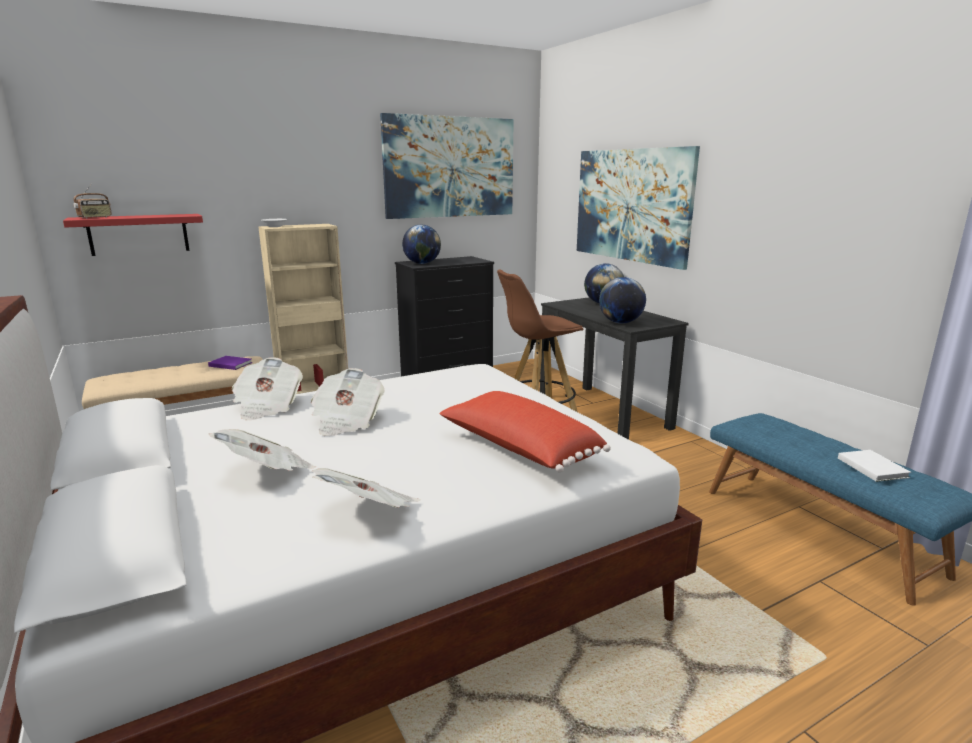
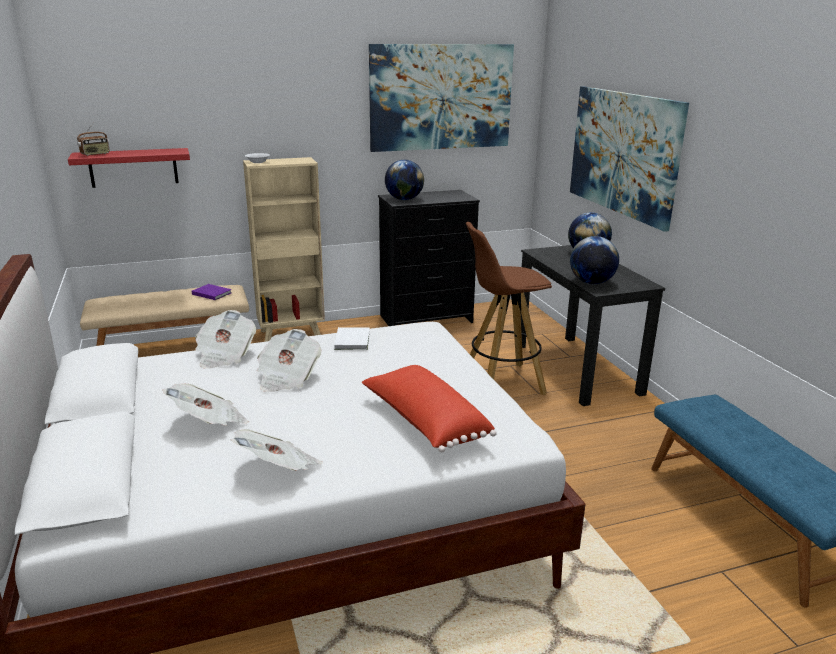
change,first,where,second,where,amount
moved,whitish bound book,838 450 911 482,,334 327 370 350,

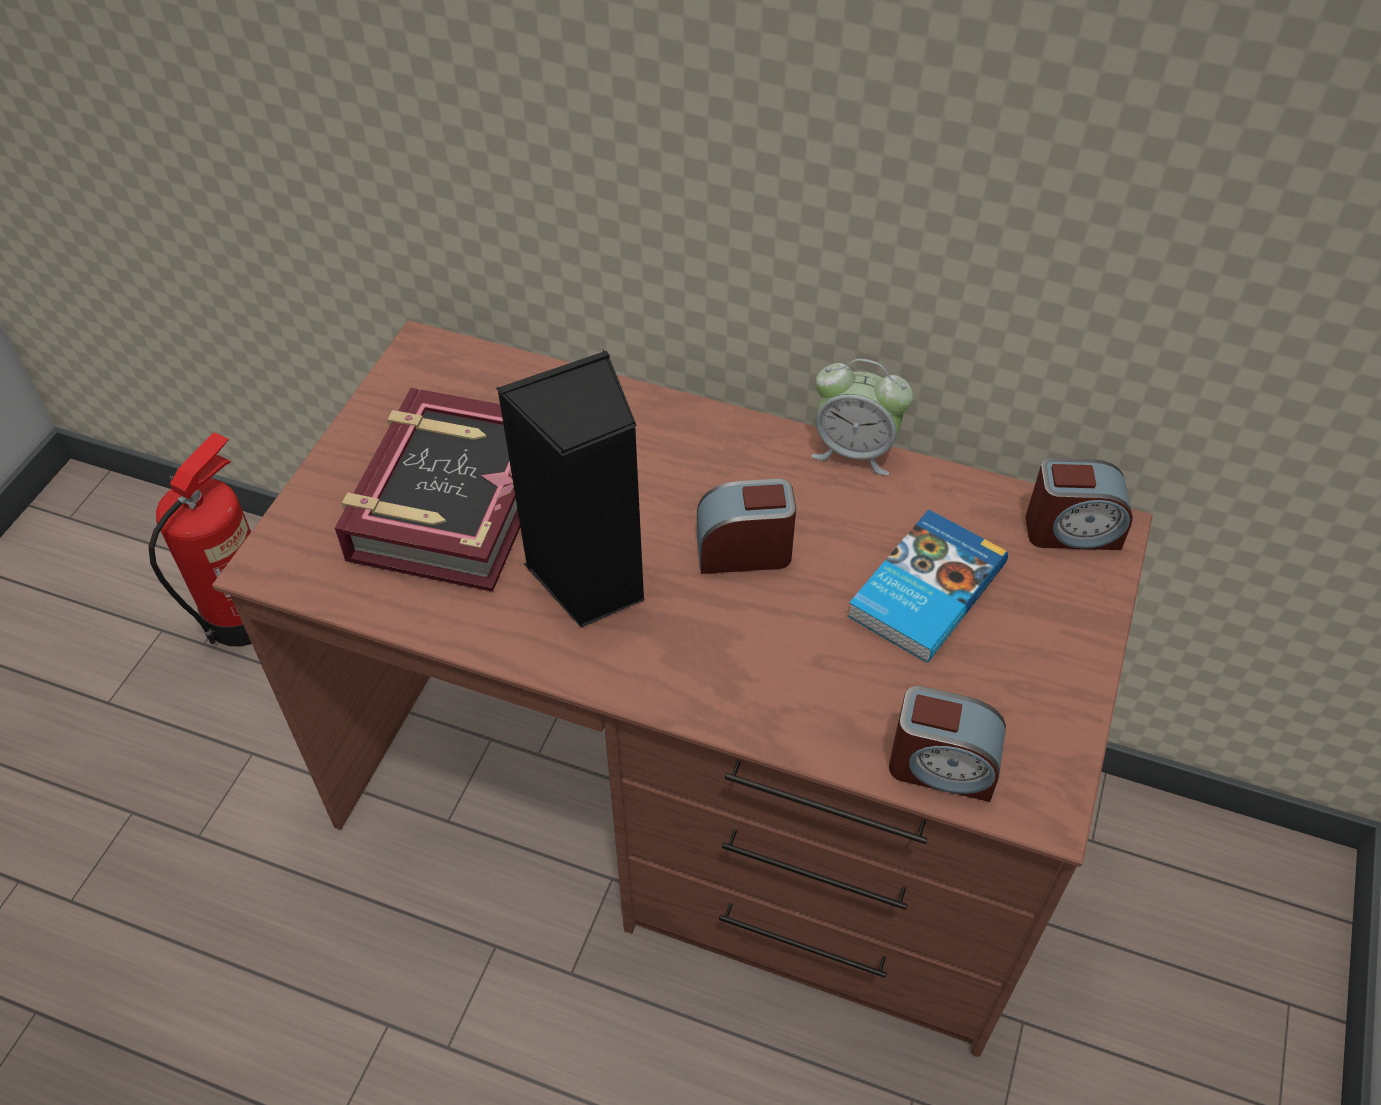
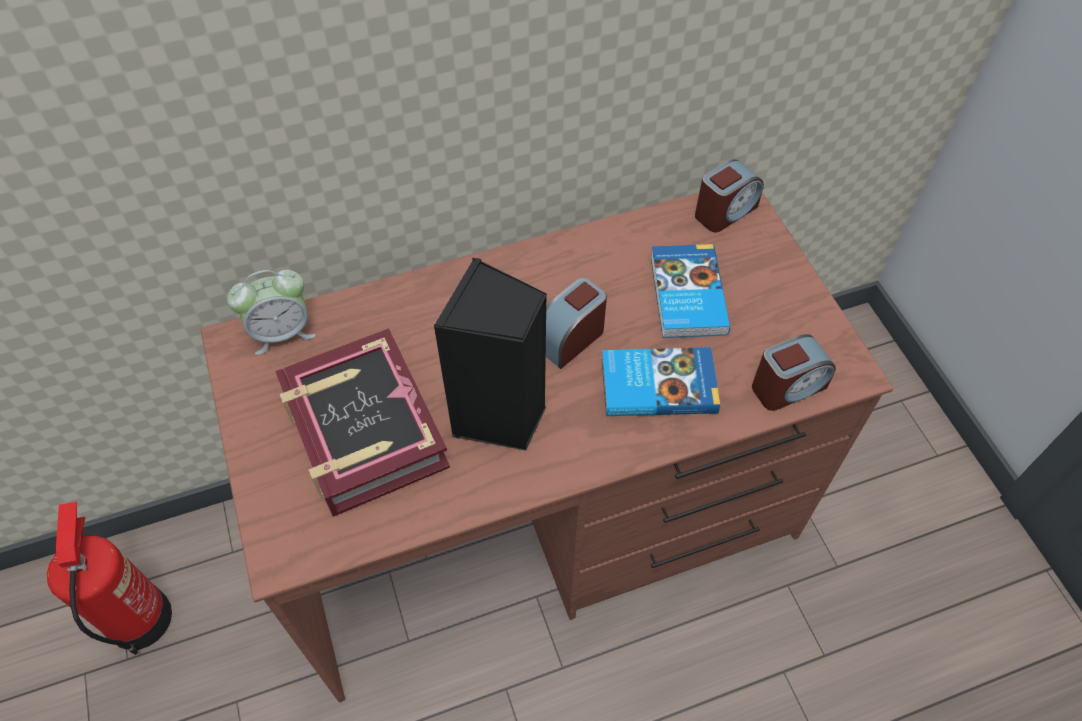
change,first,where,second,where,amount
moved,alarm clock,811 359 913 476,,227 270 316 355,
added,,,bound book,602 347 720 416,

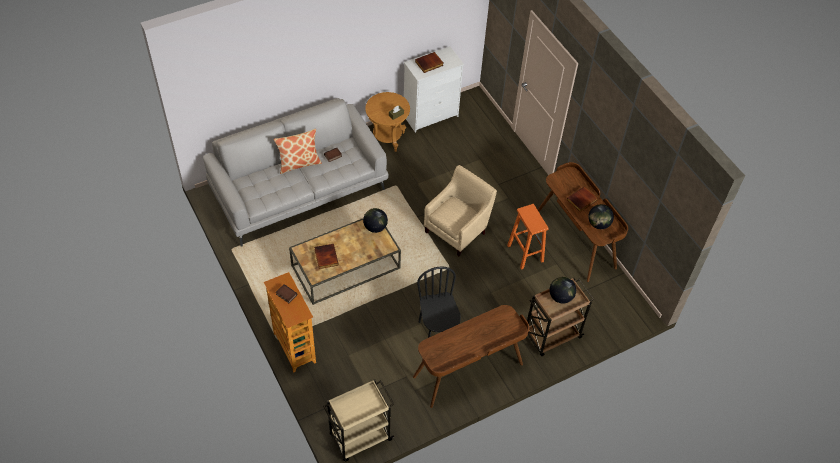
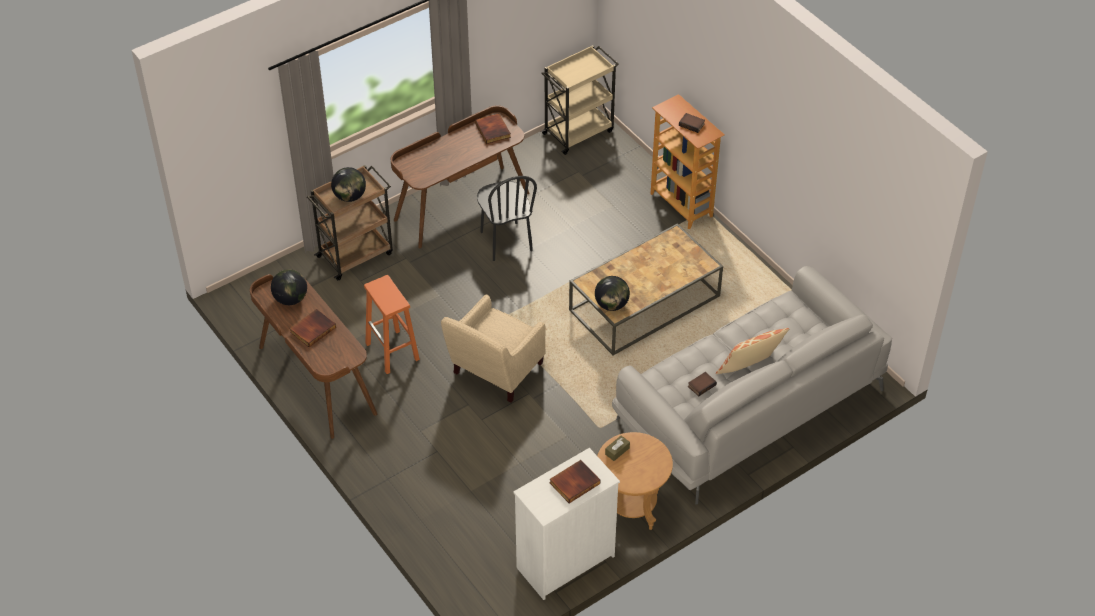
change,first,where,second,where,amount
moved,bound book,314 244 338 269,,475 113 511 144,

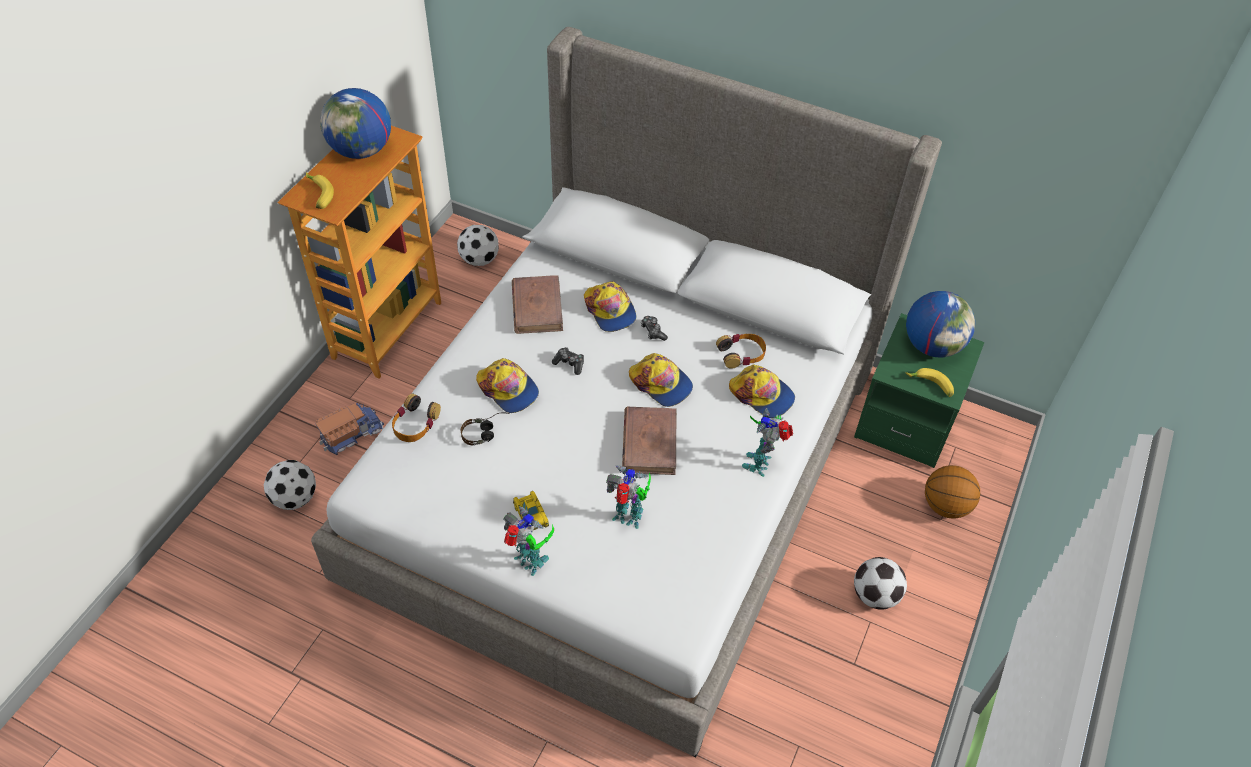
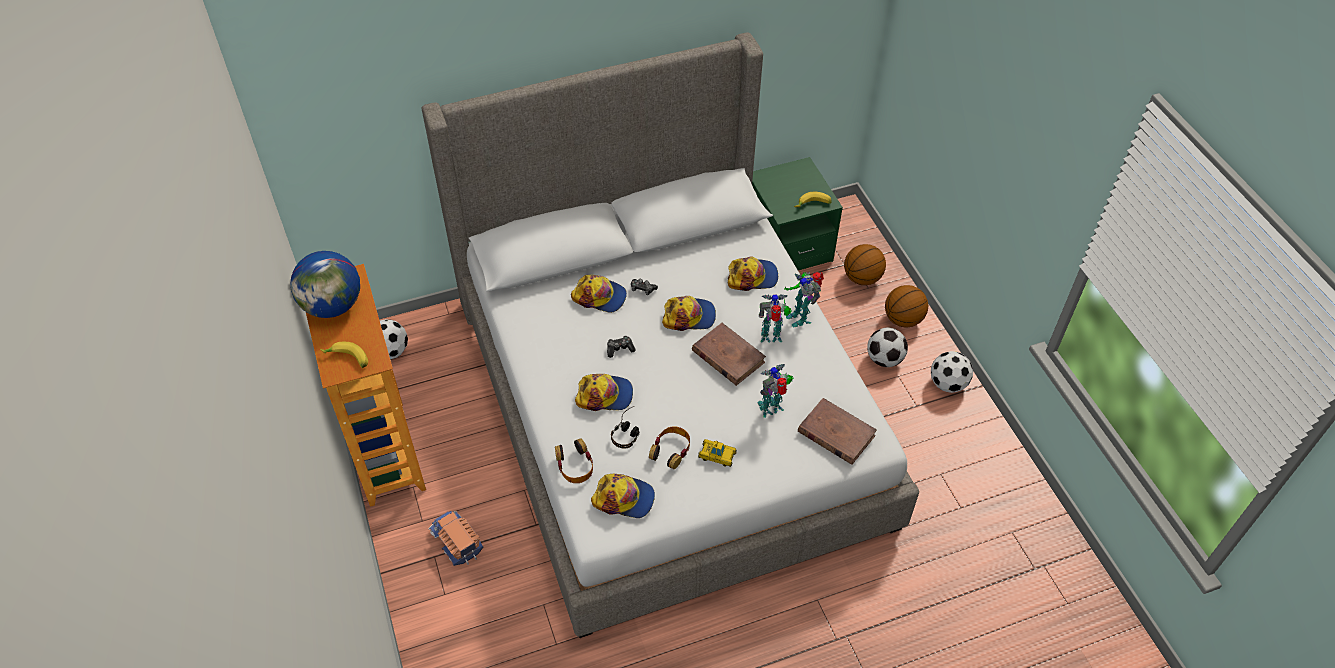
change,first,where,second,where,amount
turned,toy lorry,316 403 384 455,,428 511 483 566,45 degrees counterclockwise
added,,,baseball cap,591 474 655 518,
moved,pair of headphones,716 334 766 369,,649 426 690 469,
moved,robot figure,503 506 554 576,,759 294 792 342,
moved,brown-coloured bound book,512 275 563 334,,798 398 877 465,
added,,,ball for basketball,885 285 928 327,
moved,football,264 460 316 510,,931 351 973 393,
removed,globe,906 291 975 357,,,

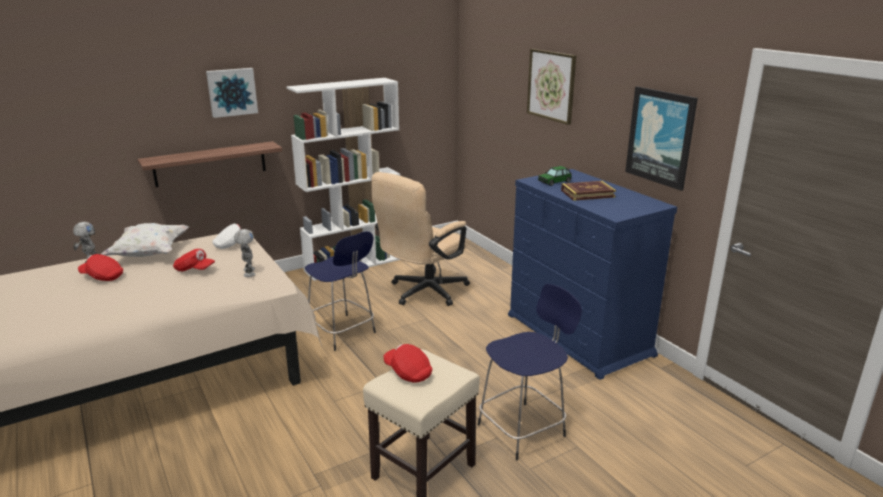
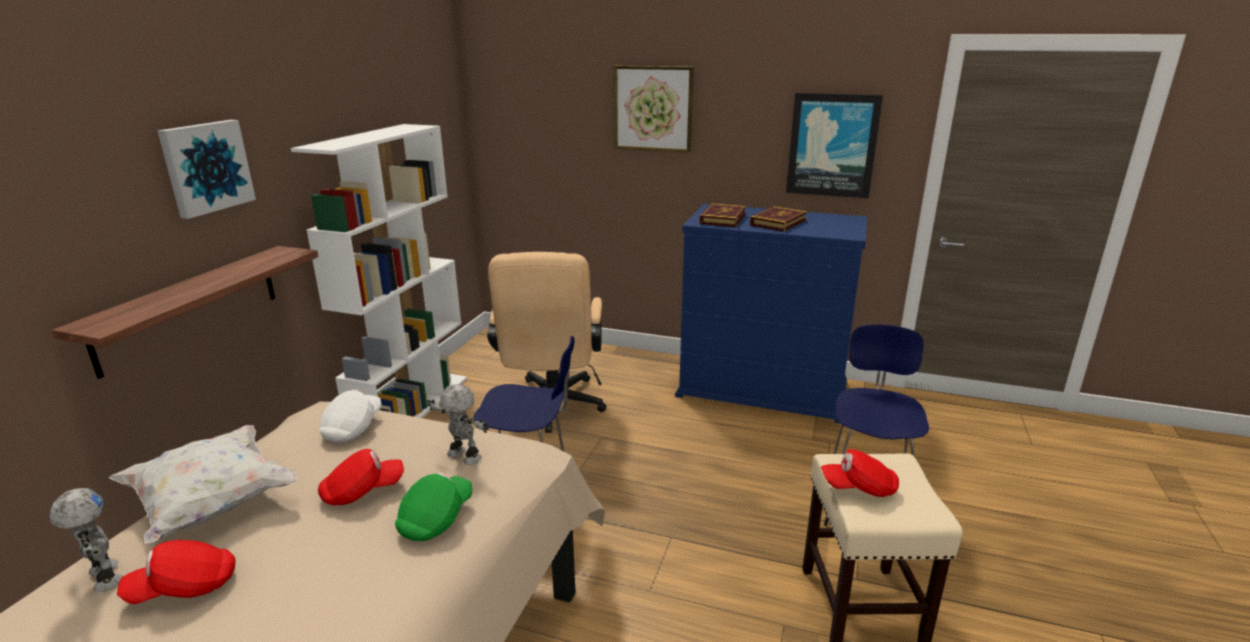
change,first,where,second,where,amount
added,,,greenish baseball cap,395 473 472 541,
replaced,toy car,538 166 572 186,bound book,699 203 746 227,

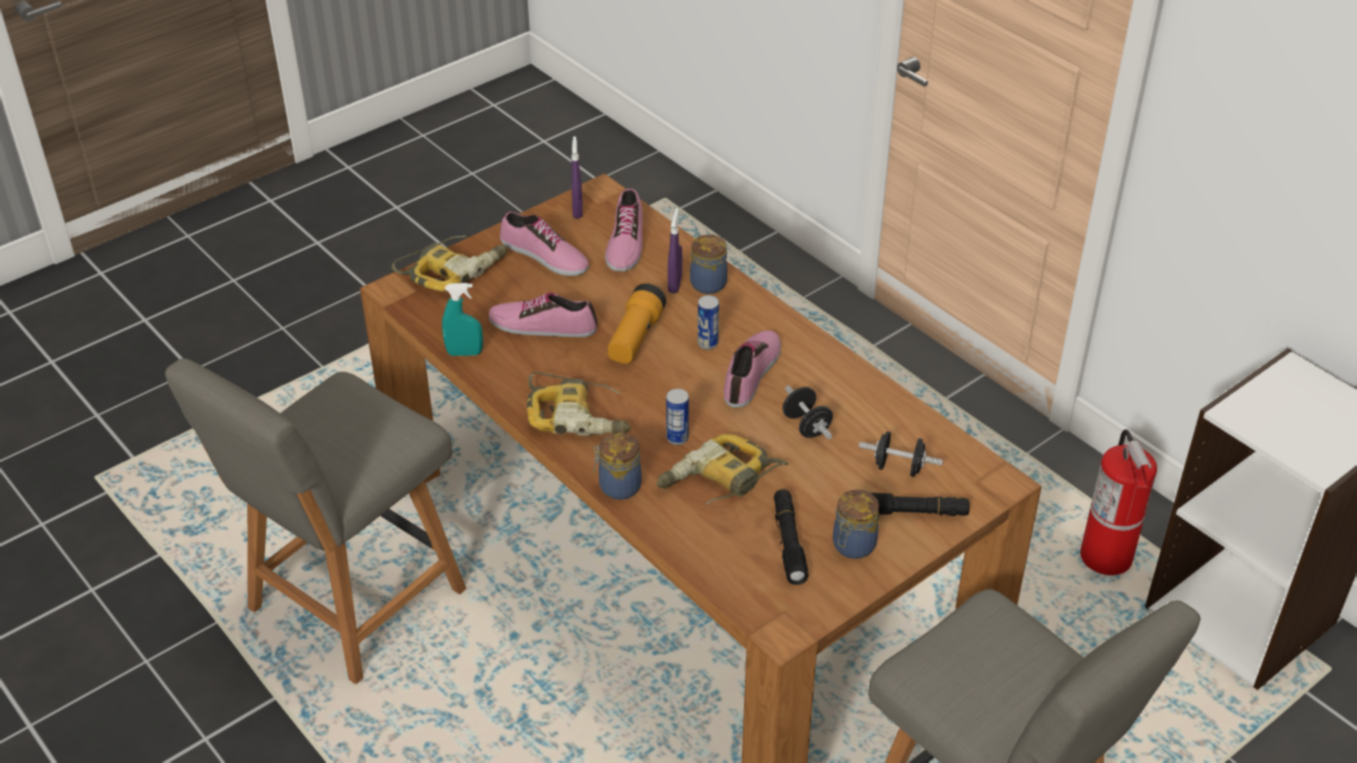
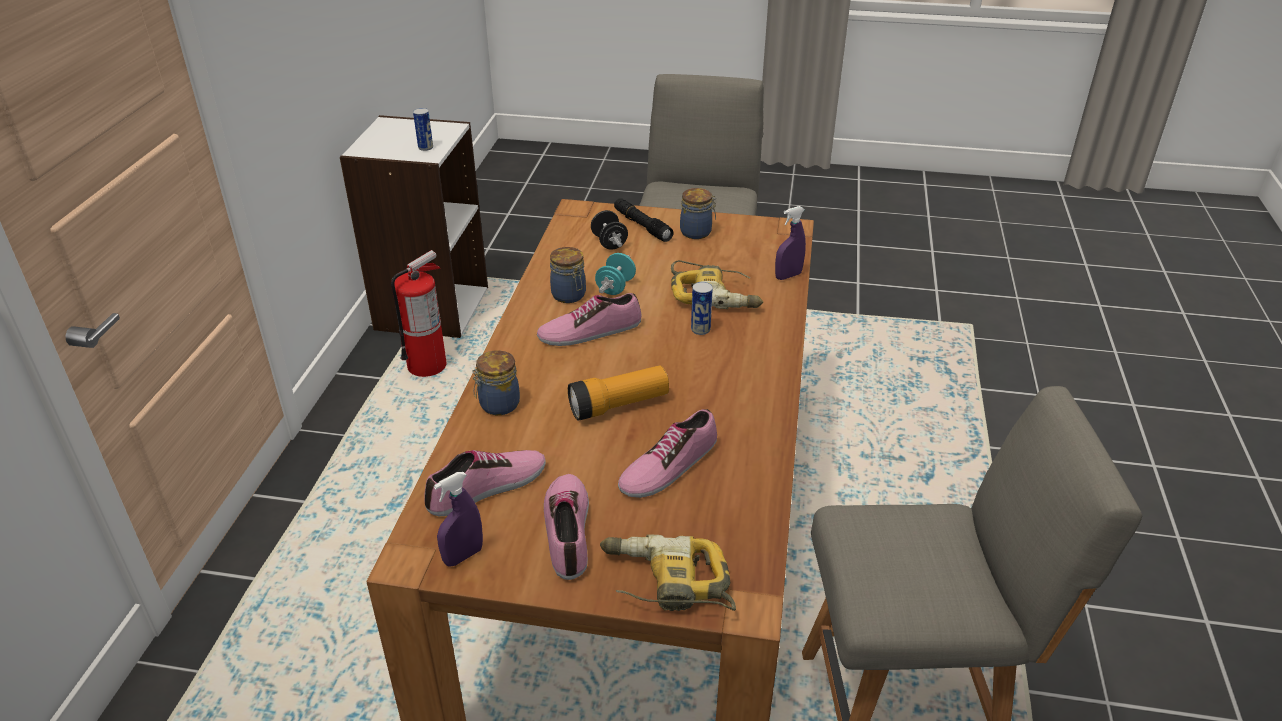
change,first,where,second,where,amount
moved,can,698 295 719 350,,413 108 433 151,
moved,jar,593 433 642 500,,550 247 586 303,
recoloured,black hand weight,783 386 833 439,turquoise-coloured hand weight,595 253 636 295,
turned,low shoe,489 293 598 337,,618 409 717 498,75 degrees clockwise
moved,purplish hand sprayer,668 208 682 293,,775 206 806 280,
removed,turquoise-coloured hand sprayer,442 283 483 356,,,
removed,power drill,527 372 631 436,,,
removed,black torch,774 489 808 585,,,

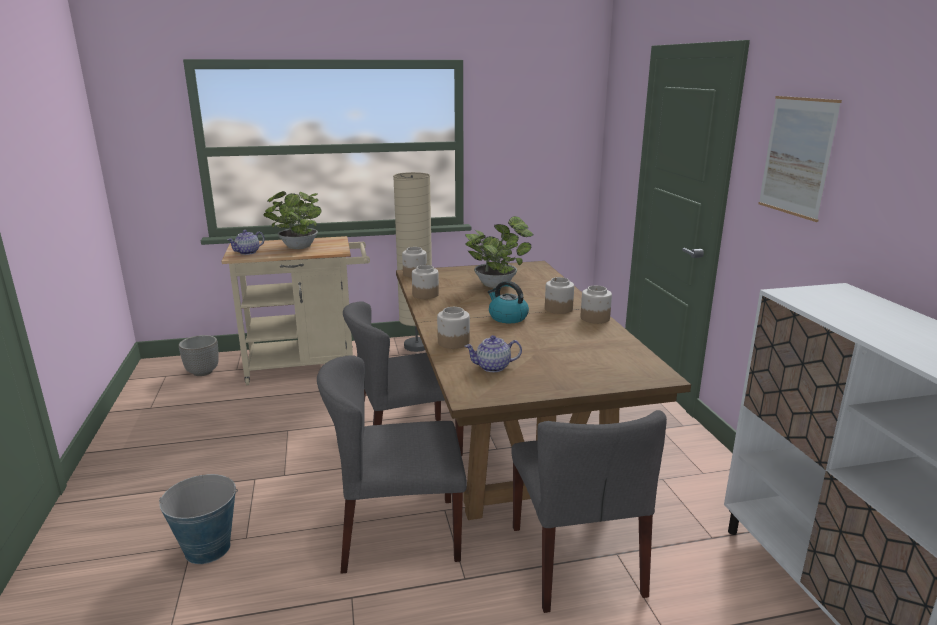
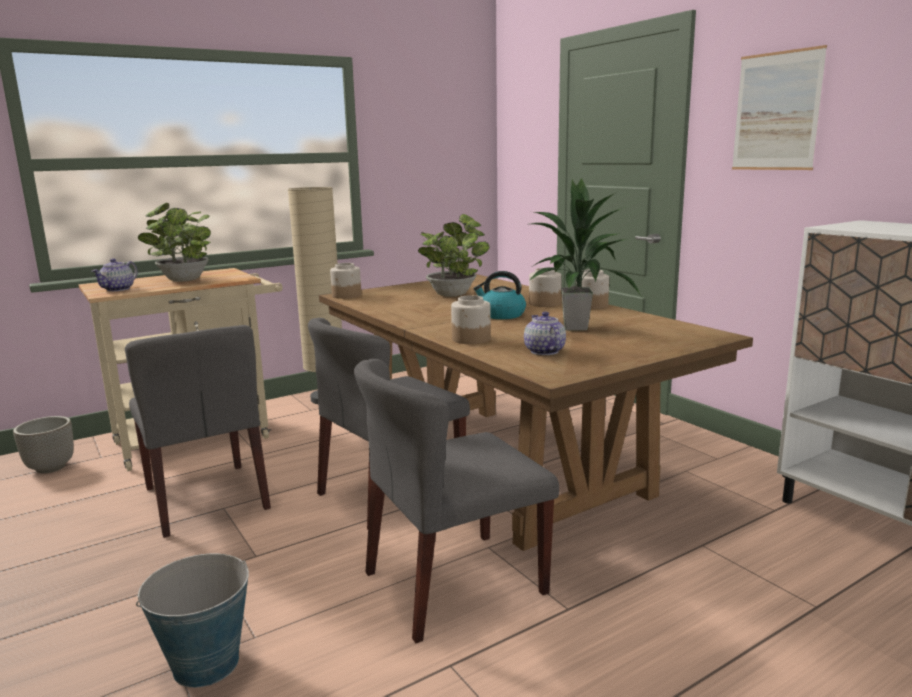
change,first,where,second,where,amount
moved,grey chair,511 410 667 613,,125 325 271 538,
turned,tea pot,464 335 522 372,,524 312 566 355,105 degrees clockwise
added,,,plant in a pot,529 178 642 330,
removed,jar,412 265 439 299,,,

